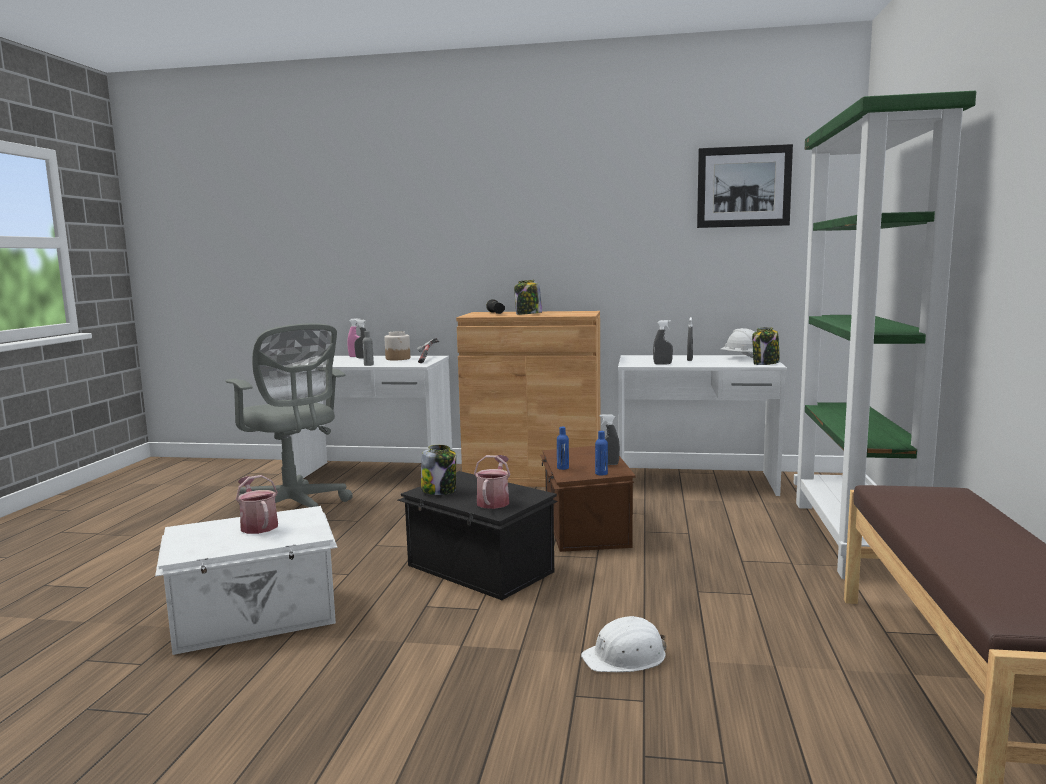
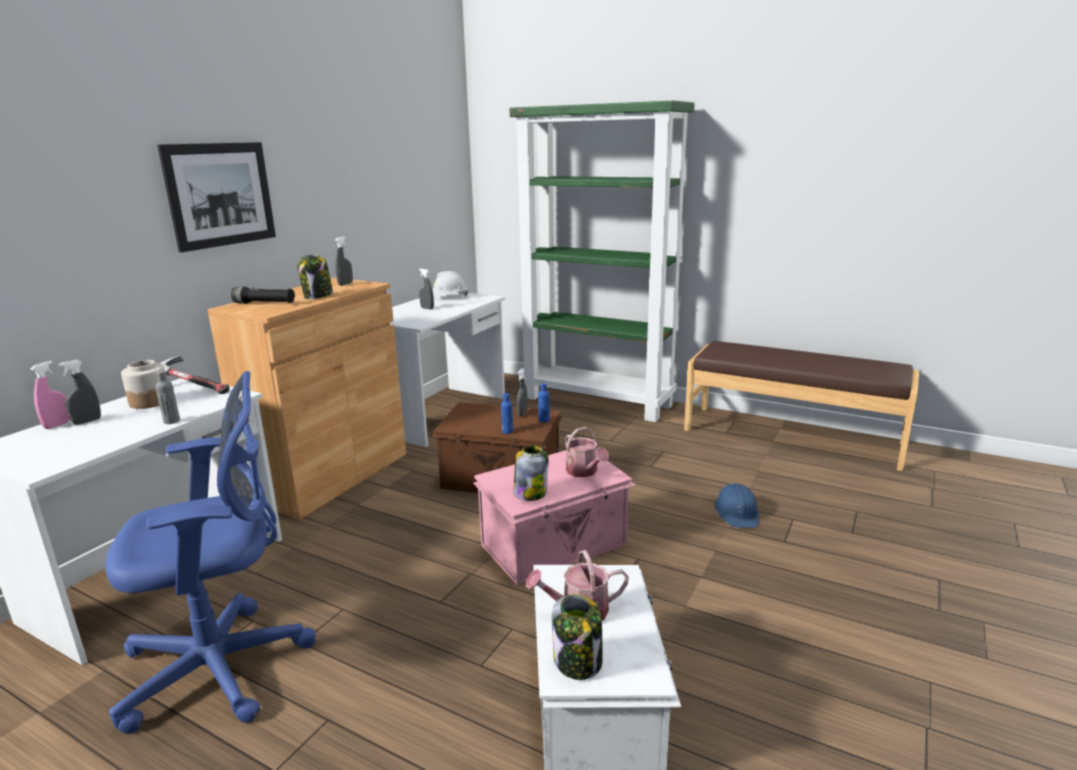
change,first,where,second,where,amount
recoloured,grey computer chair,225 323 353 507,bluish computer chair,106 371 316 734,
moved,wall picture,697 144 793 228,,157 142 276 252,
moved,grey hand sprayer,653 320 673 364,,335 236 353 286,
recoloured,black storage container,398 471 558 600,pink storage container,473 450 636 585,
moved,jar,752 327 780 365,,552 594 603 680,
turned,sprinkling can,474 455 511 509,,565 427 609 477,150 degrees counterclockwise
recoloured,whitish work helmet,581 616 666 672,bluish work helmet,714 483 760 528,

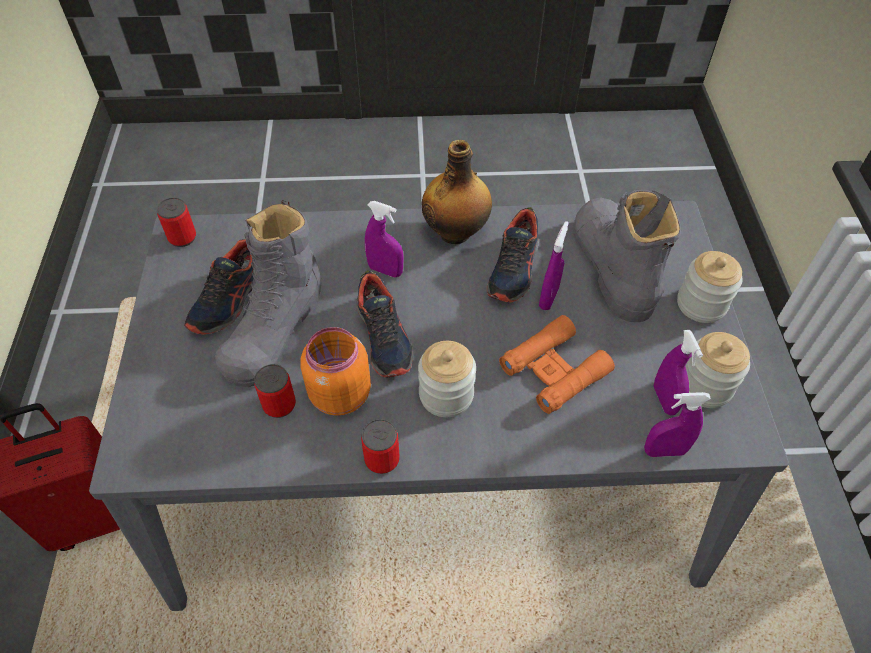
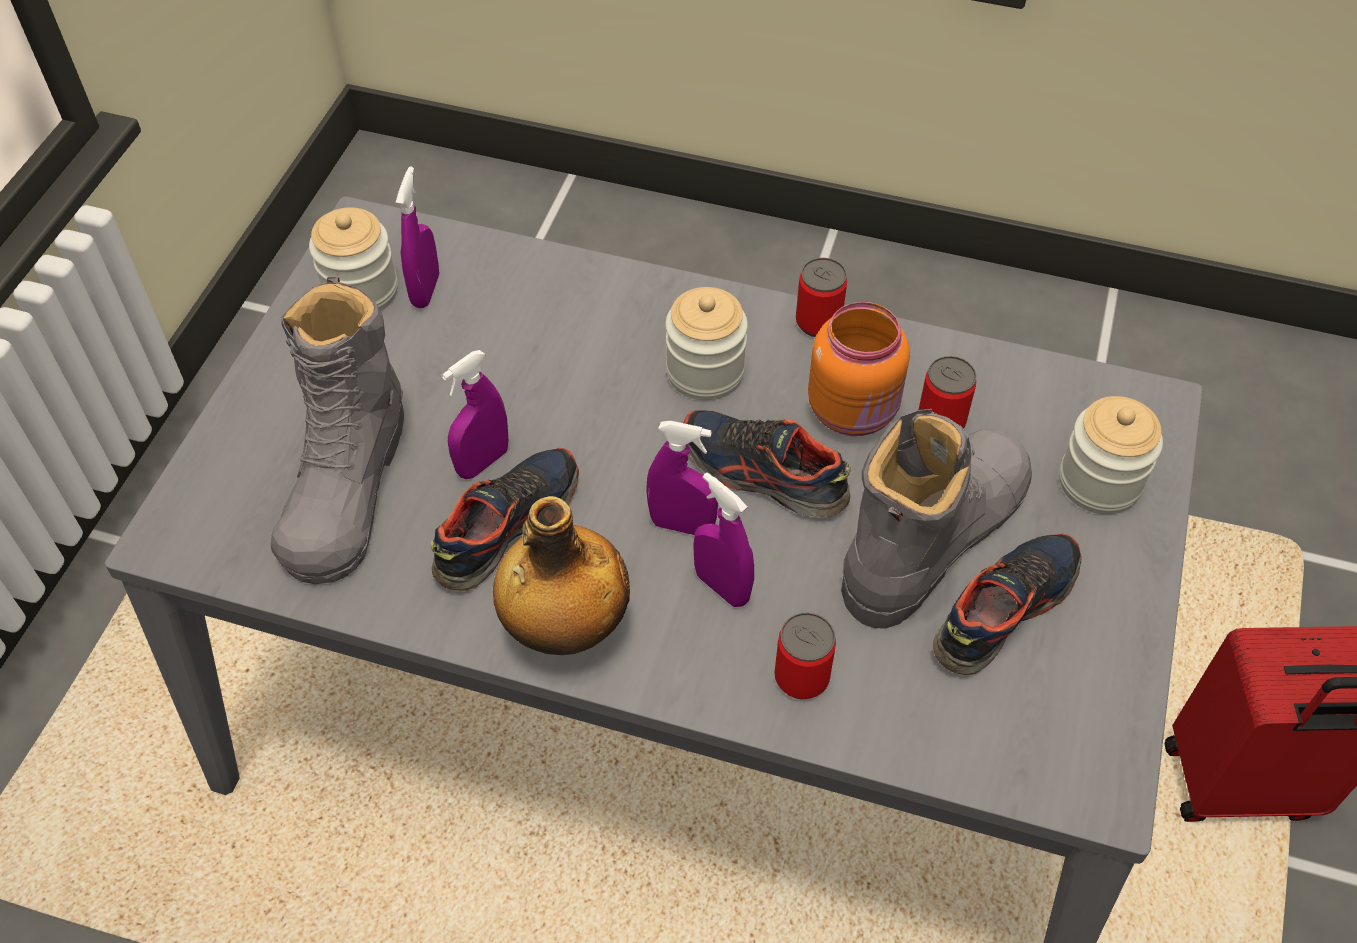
change,first,where,second,where,amount
moved,purplish hand sprayer,644 392 711 457,,646 421 718 535,
turned,low shoe,357 271 413 378,,684 410 851 518,60 degrees counterclockwise
moved,can,157 198 196 247,,775 613 836 699,
moved,jar,677 251 742 323,,1060 396 1163 514,
removed,orangey binoculars,499 315 615 414,,,

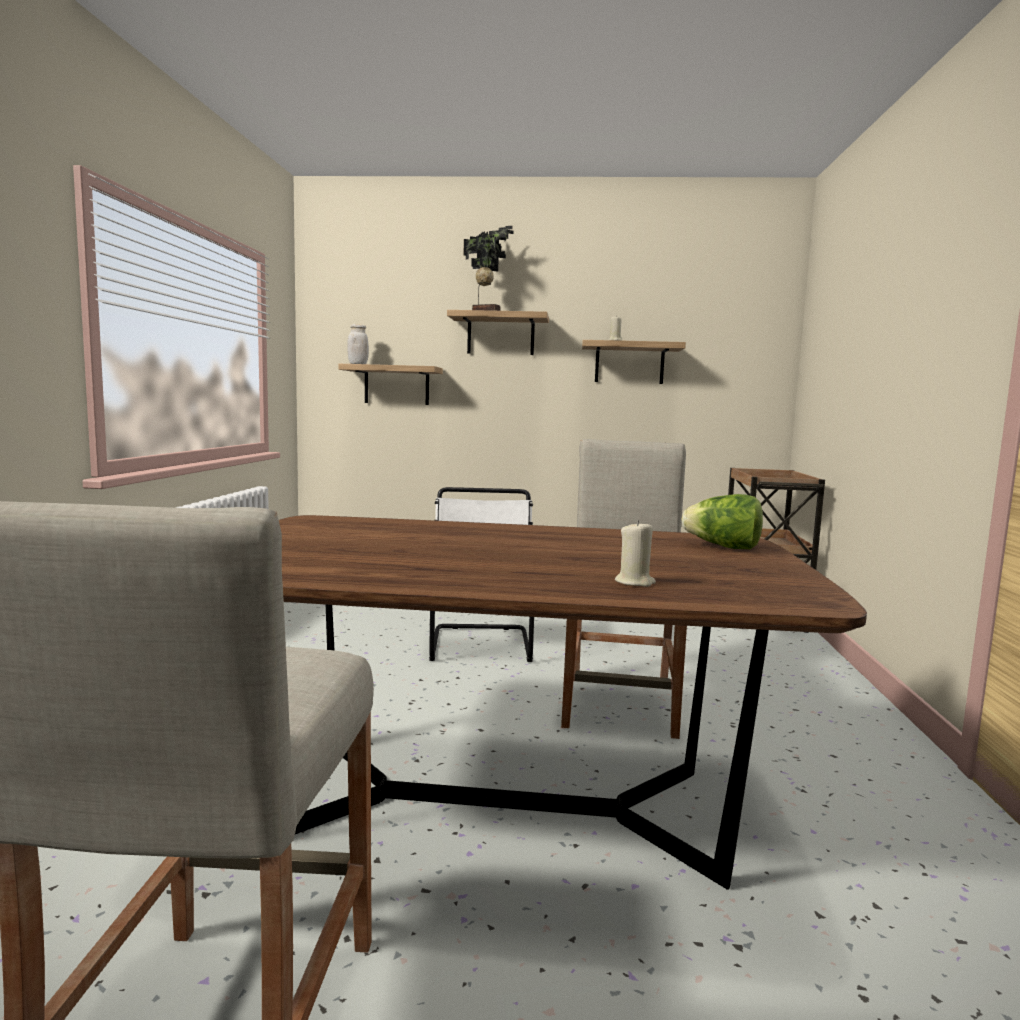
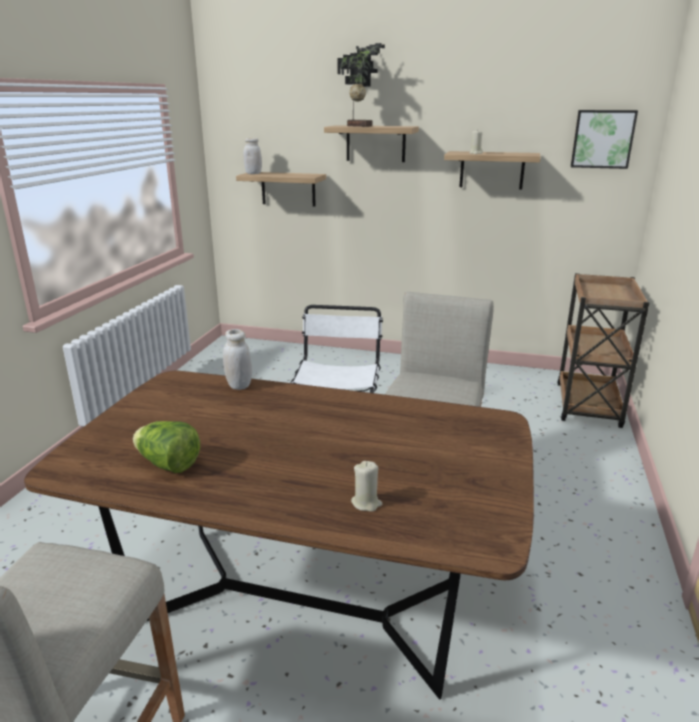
change,first,where,second,where,amount
moved,lettuce head,682 494 763 549,,133 421 200 473,
added,,,whitish jar,223 329 252 390,
added,,,wall picture,571 110 638 169,

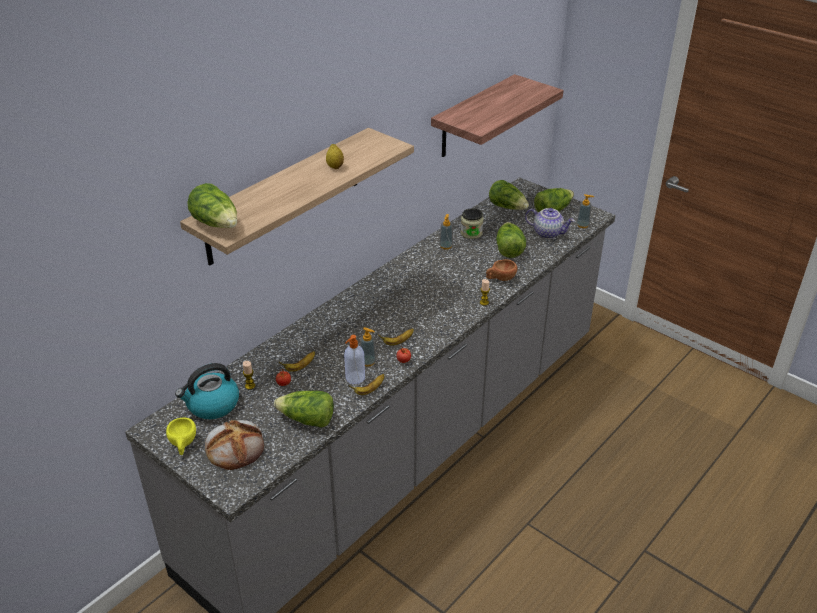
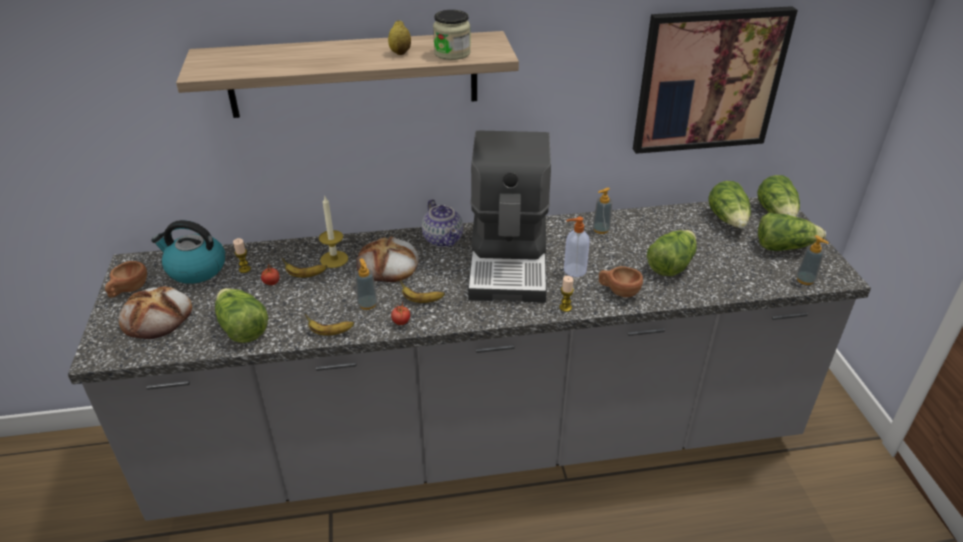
change,first,where,second,where,amount
recoloured,yellowish cup,166 417 196 455,brown-coloured cup,105 261 147 298,
added,,,candle,319 197 348 268,
added,,,bread,356 236 419 282,
moved,tea pot,525 208 575 239,,422 199 463 247,
moved,jar,460 208 483 239,,433 10 471 60,
added,,,coffee brewer,468 130 551 302,
moved,liquid soap bottle,344 335 365 384,,564 217 590 277,
replaced,shelf,431 74 563 157,wall picture,633 6 798 154,
moved,lettuce head,187 183 237 228,,757 175 800 217,

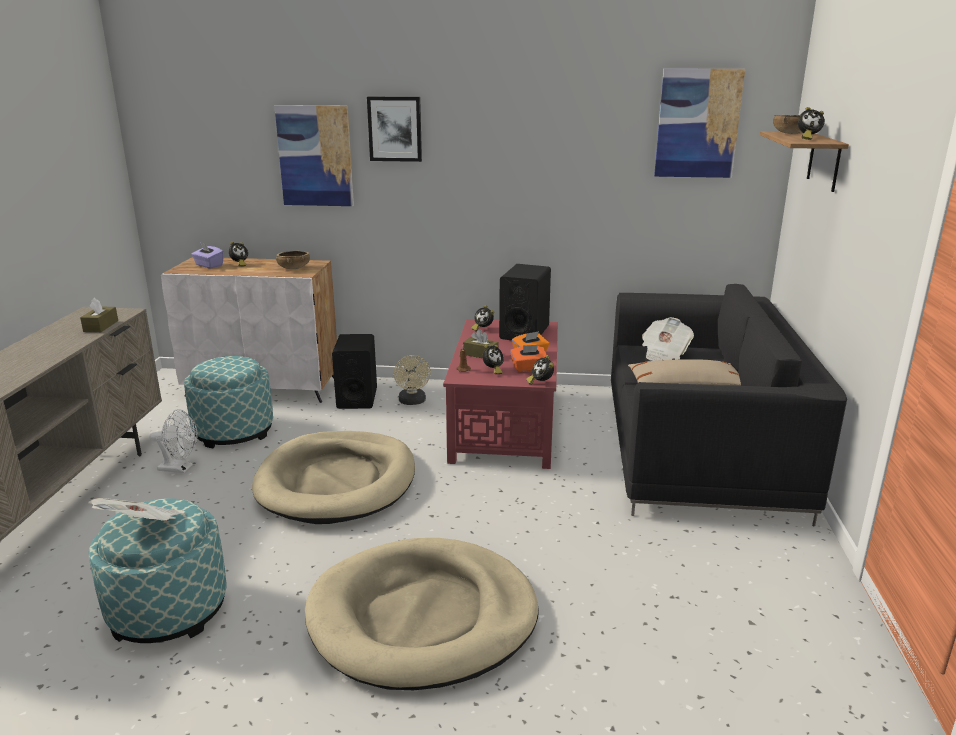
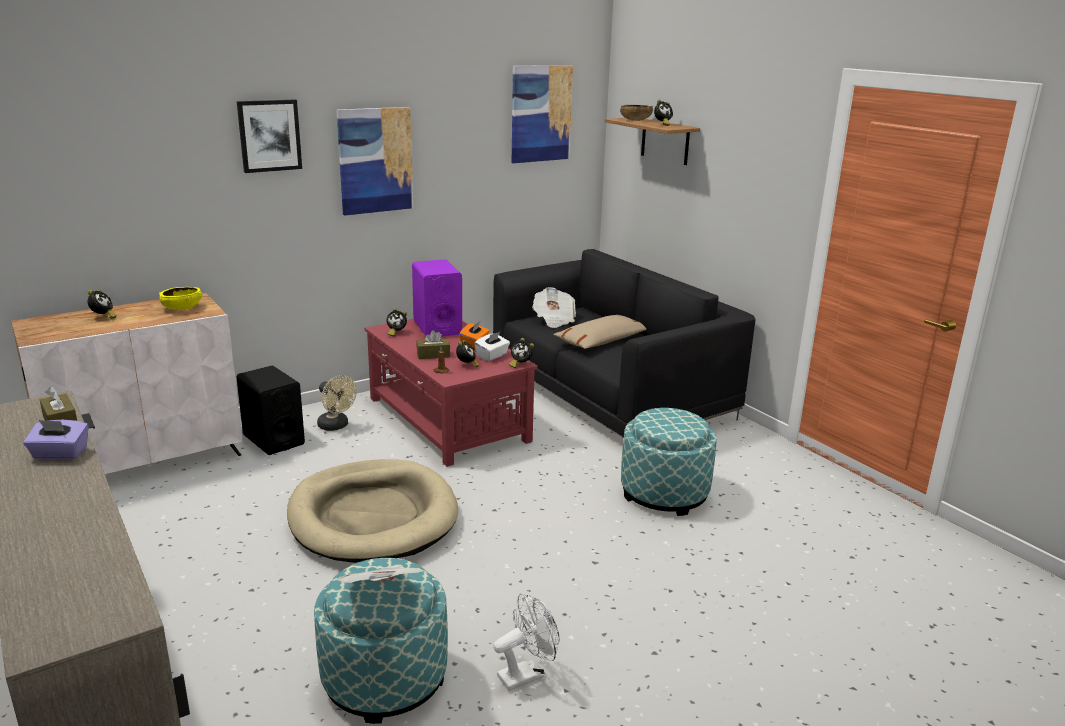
change,first,where,second,where,amount
moved,purplish tissue box,191 243 224 269,,23 420 89 459,
recoloured,brown-coloured deep dish,276 251 310 269,yellowish deep dish,159 287 202 310,
moved,wall picture,274 105 354 206,,337 107 413 216,
recoloured,black speaker,499 264 551 340,purplish speaker,412 259 462 337,
recoloured,orangey tissue box,510 345 547 372,whitish tissue box,474 332 510 361,
moved,whitish electric fan,149 409 198 473,,493 593 560 691,
moved,footrest,184 356 273 448,,621 408 717 516,
removed,beige dog bed,305 538 539 690,,,

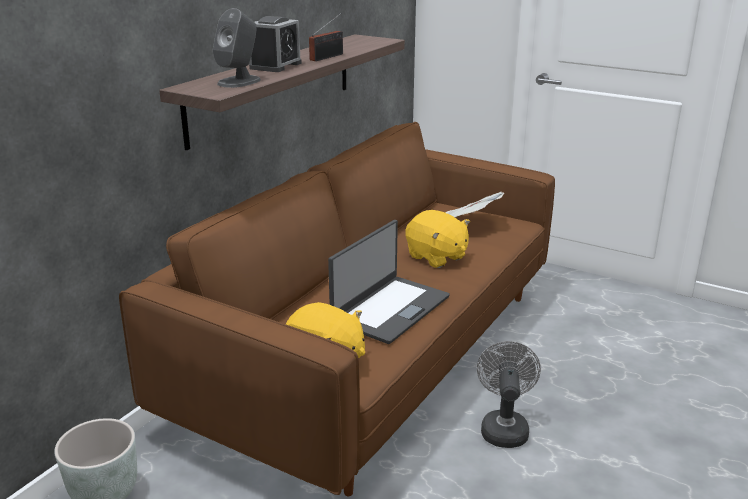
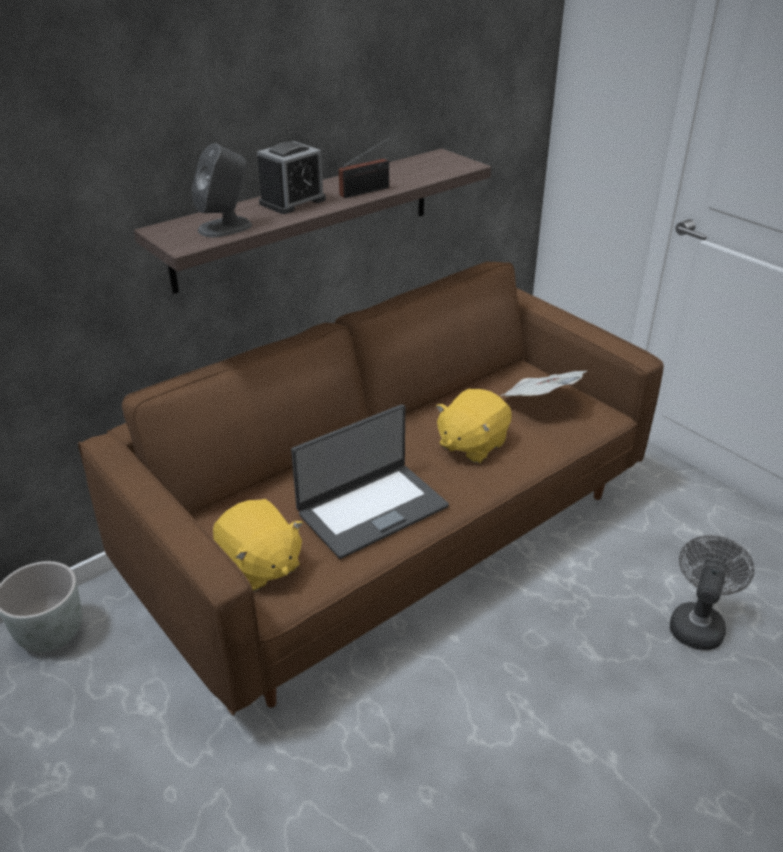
change,first,where,second,where,amount
turned,yellowish cuddly toy,405 210 470 268,,436 389 512 463,60 degrees clockwise
moved,grey electric fan,477 341 541 448,,670 535 755 650,

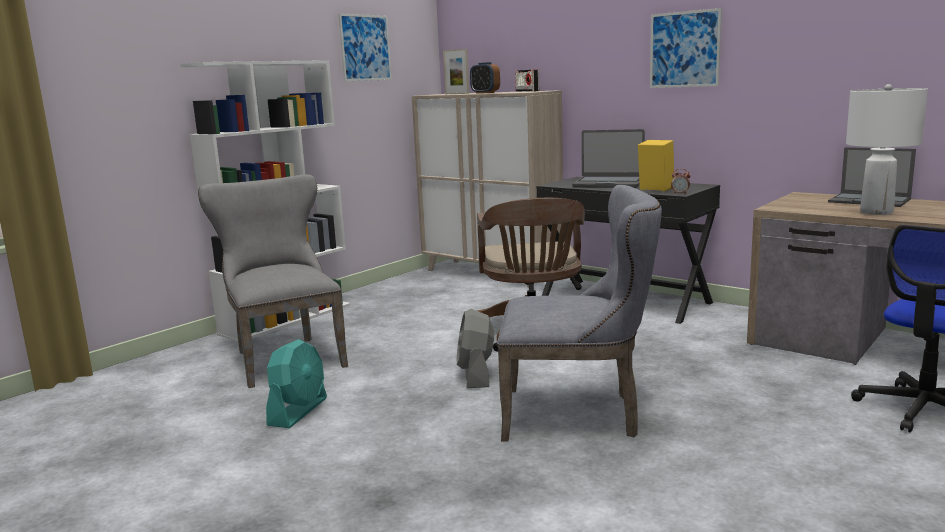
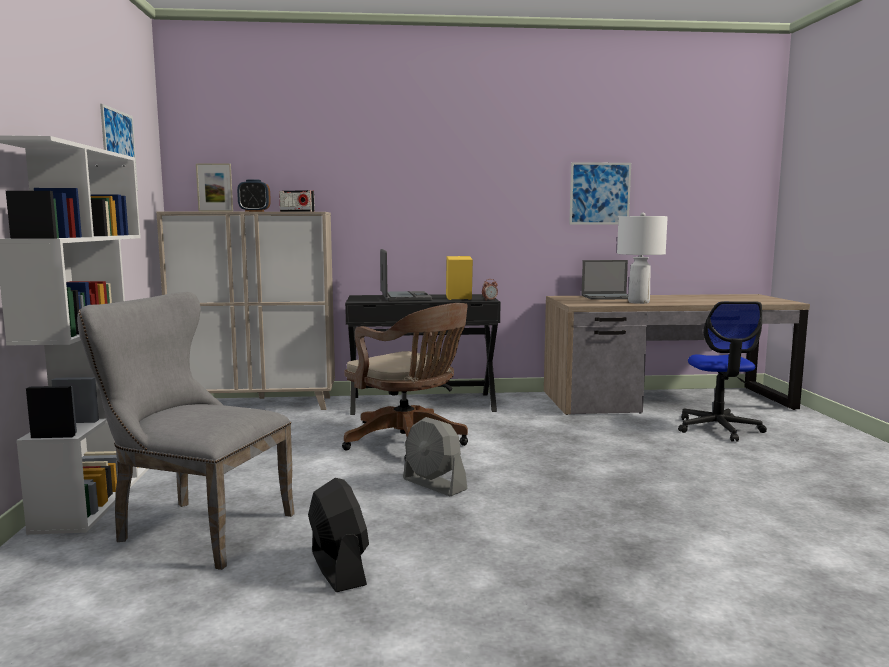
change,first,where,second,where,amount
recoloured,turquoise-coloured electric fan,266 339 327 428,black electric fan,308 478 369 592,
turned,portable computer,572 129 645 188,,380 249 432 302,75 degrees counterclockwise
moved,wall picture,650 8 722 88,,569 162 631 224,
removed,grey chair,497 185 662 441,,,

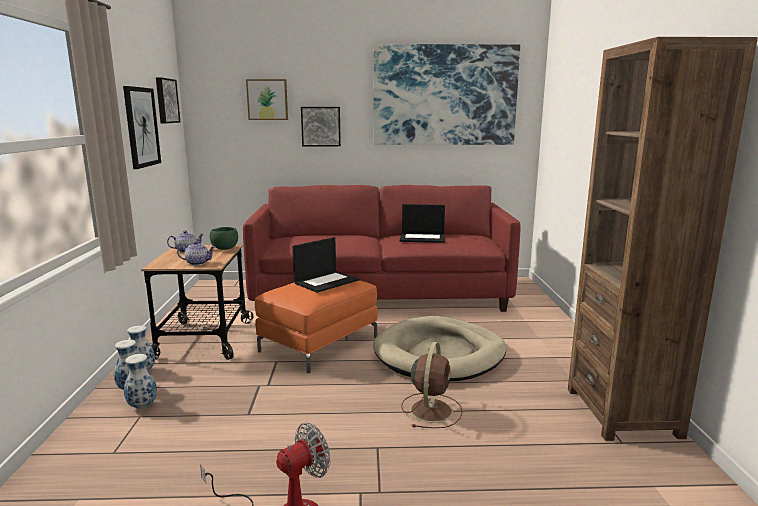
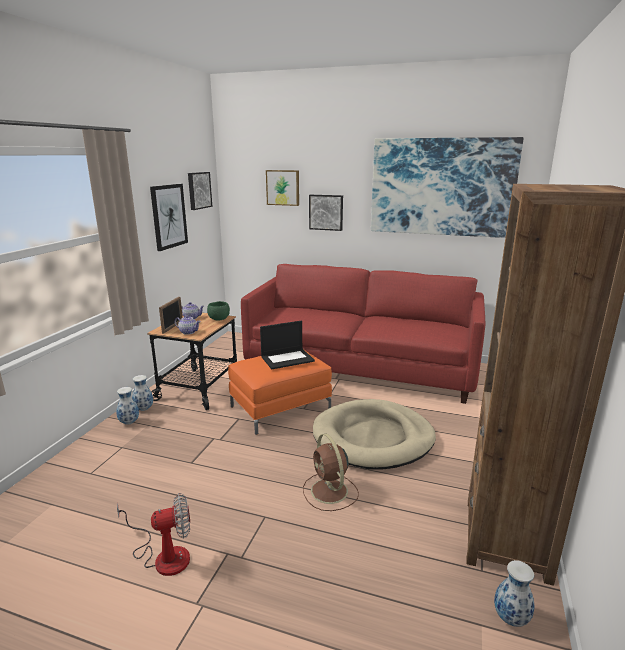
change,first,where,second,where,amount
added,,,standing frame,159 297 183 334,
turned,brown-coloured electric fan,402 342 462 428,,303 434 359 511,120 degrees clockwise
moved,flower vase,124 354 157 409,,494 560 535 627,
removed,portable computer,400 204 445 243,,,

